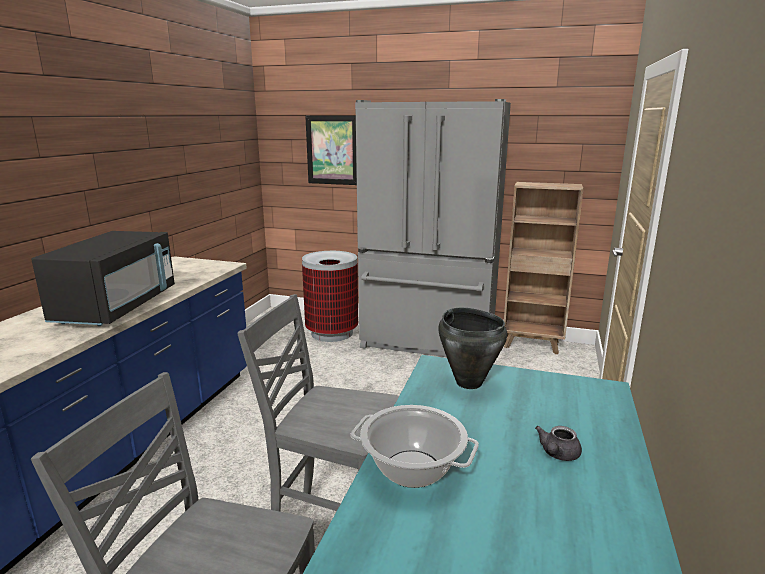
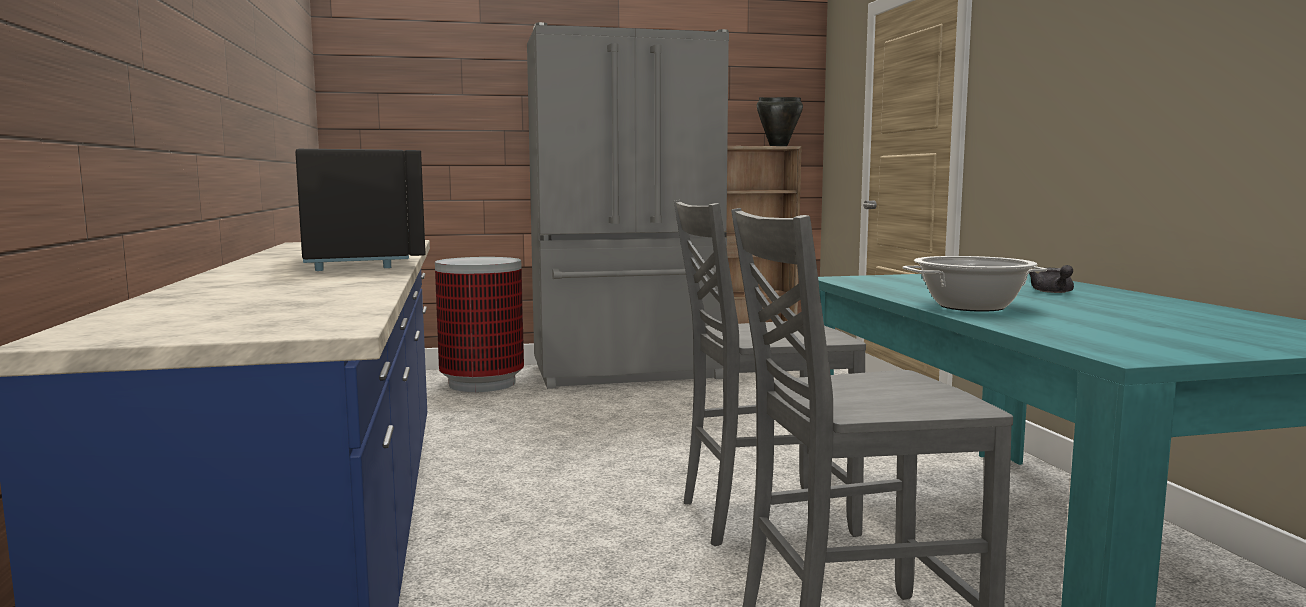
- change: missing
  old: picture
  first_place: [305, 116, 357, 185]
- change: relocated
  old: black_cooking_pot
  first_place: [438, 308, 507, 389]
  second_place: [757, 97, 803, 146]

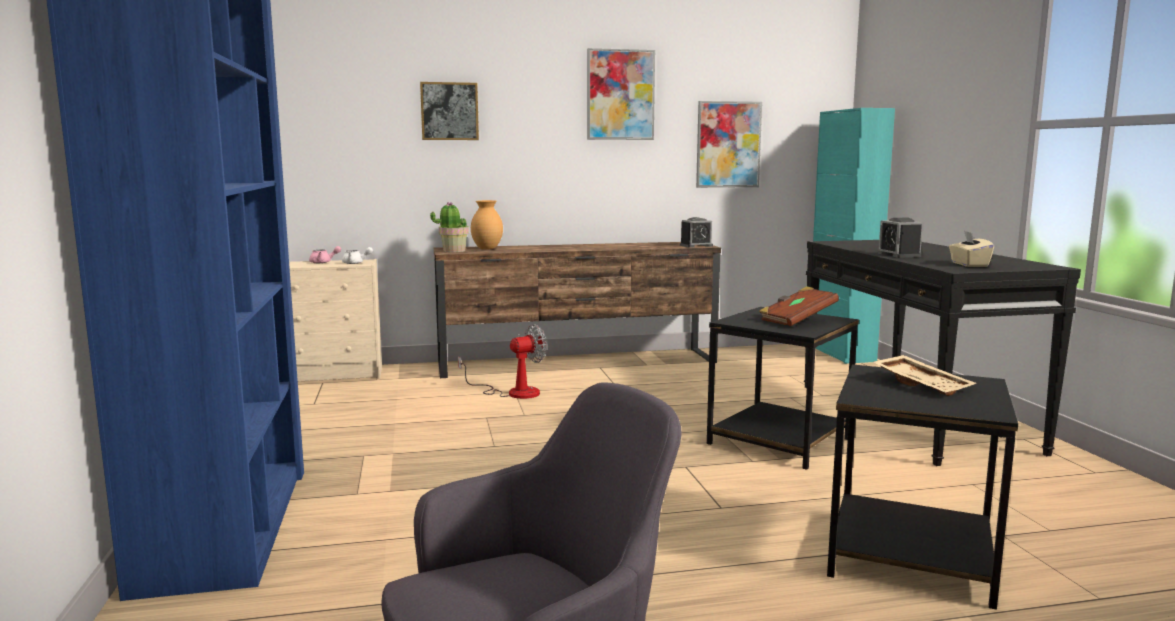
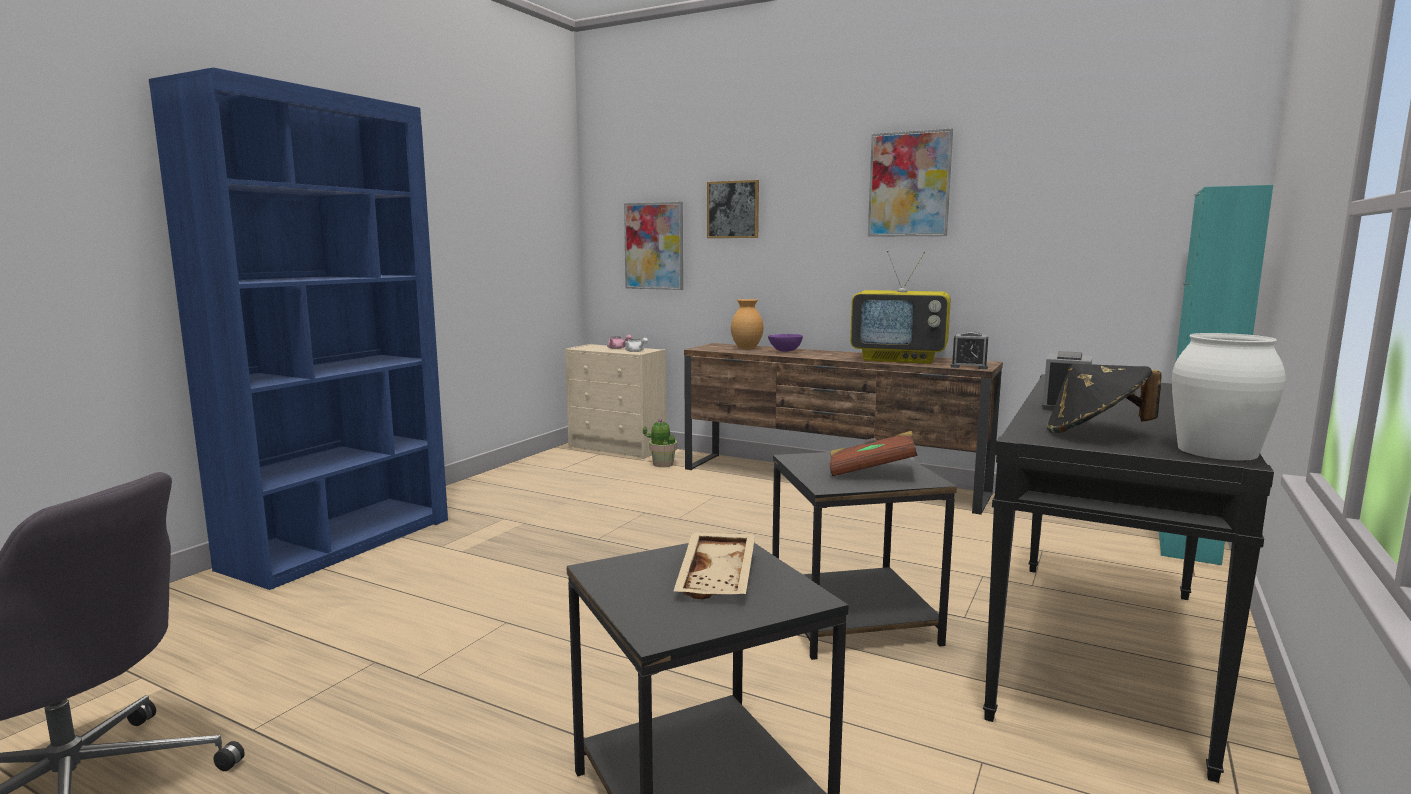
- change: relocated
  old: potted_plant
  first_place: [430, 202, 469, 252]
  second_place: [643, 418, 677, 467]
- change: missing
  old: fan
  first_place: [458, 324, 547, 399]
- change: relocated
  old: picture
  first_place: [696, 101, 762, 188]
  second_place: [624, 202, 683, 290]
- change: exchanged
  old: beige_tissue_box
  new: black_hat
  first_place: [949, 231, 994, 267]
  second_place: [1047, 364, 1162, 434]
- change: appeared
  new: purple_bowl
  second_place: [768, 334, 803, 352]
- change: appeared
  new: television
  second_place: [850, 250, 951, 364]
- change: appeared
  new: white_vase
  second_place: [1172, 333, 1286, 460]

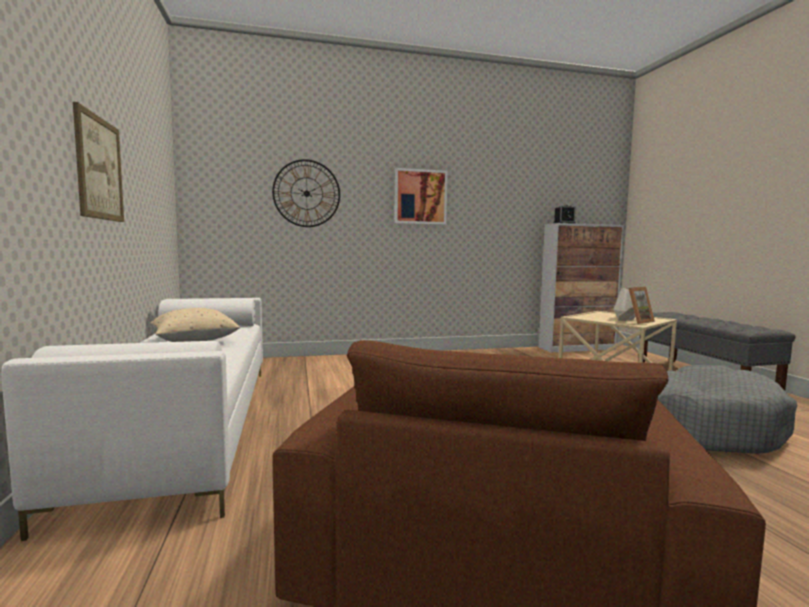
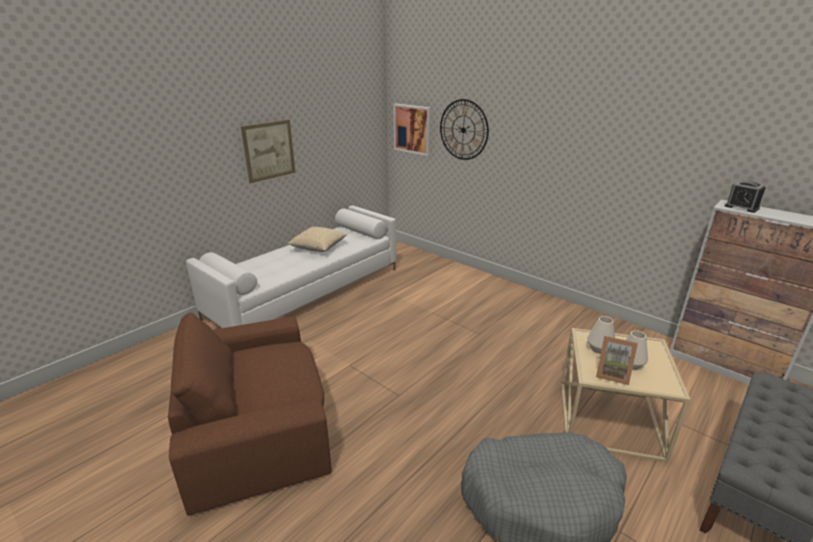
- change: relocated
  old: picture
  first_place: [394, 168, 448, 225]
  second_place: [393, 104, 431, 156]
- change: appeared
  new: white_vase
  second_place: [587, 316, 615, 354]

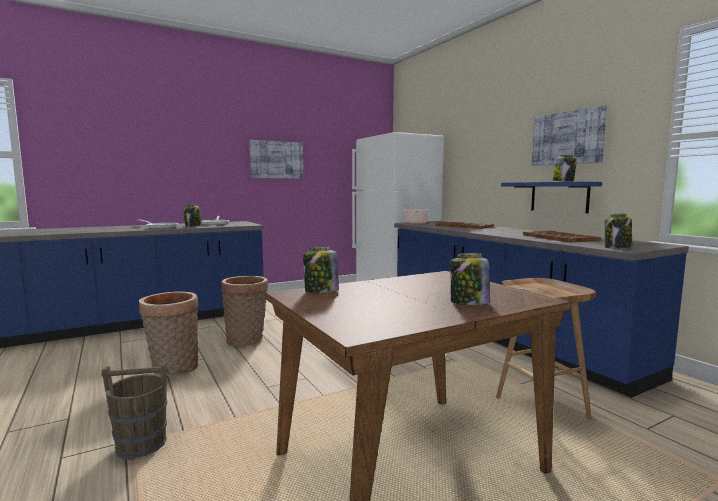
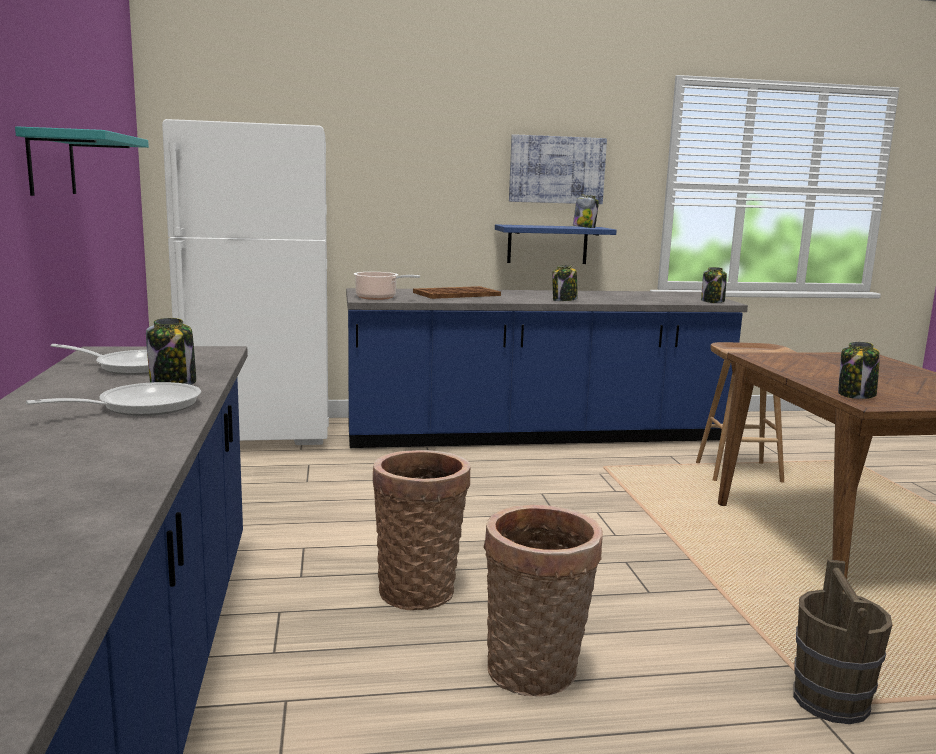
- change: exchanged
  old: picture
  new: turquoise_shelf
  first_place: [249, 140, 303, 179]
  second_place: [15, 126, 149, 196]
- change: relocated
  old: jar
  first_place: [450, 253, 490, 305]
  second_place: [552, 265, 578, 301]
- change: missing
  old: brown_tray
  first_place: [523, 231, 601, 243]

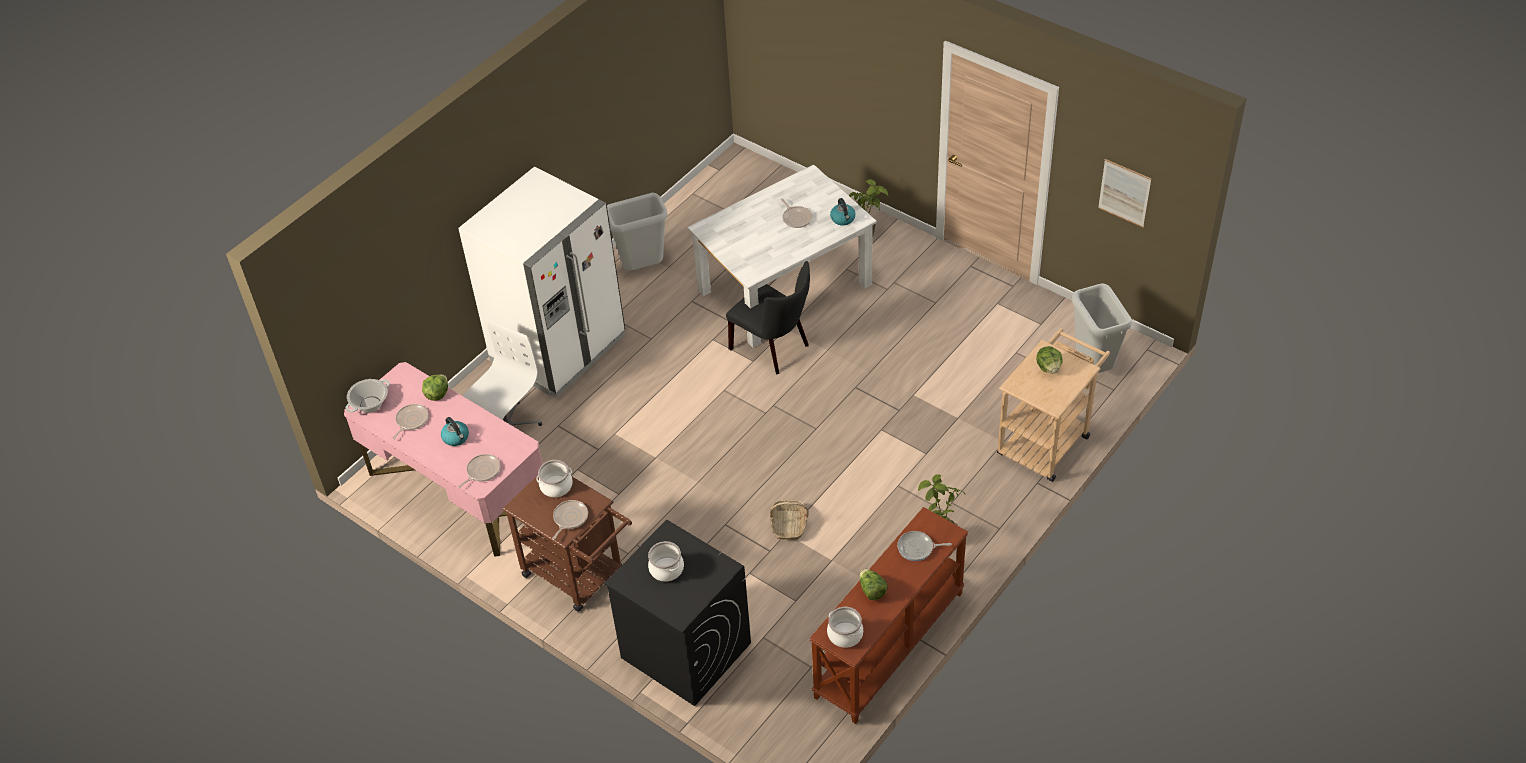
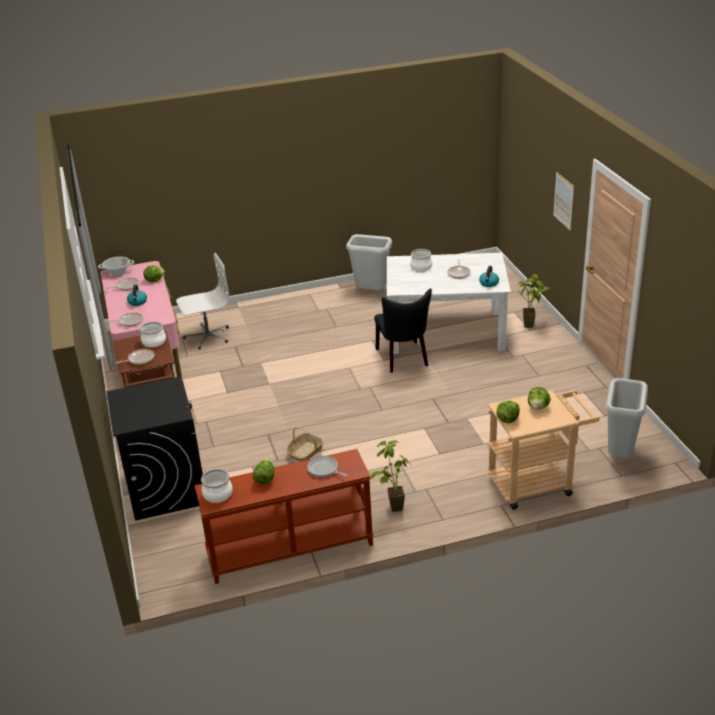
- change: missing
  old: white_fridge
  first_place: [458, 167, 625, 398]
- change: relocated
  old: cooking_pot
  first_place: [648, 541, 684, 582]
  second_place: [410, 249, 432, 272]
- change: relocated
  old: picture
  first_place: [1098, 159, 1152, 227]
  second_place: [553, 172, 574, 231]
- change: appeared
  new: lettuce
  second_place: [496, 401, 520, 423]

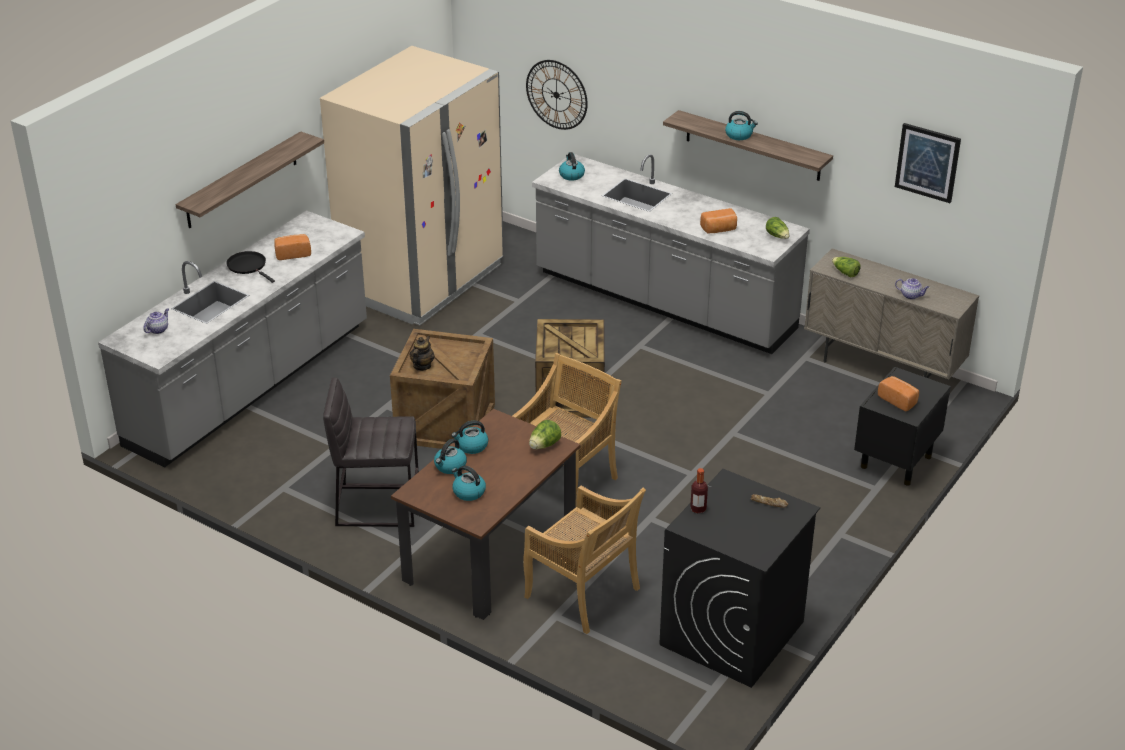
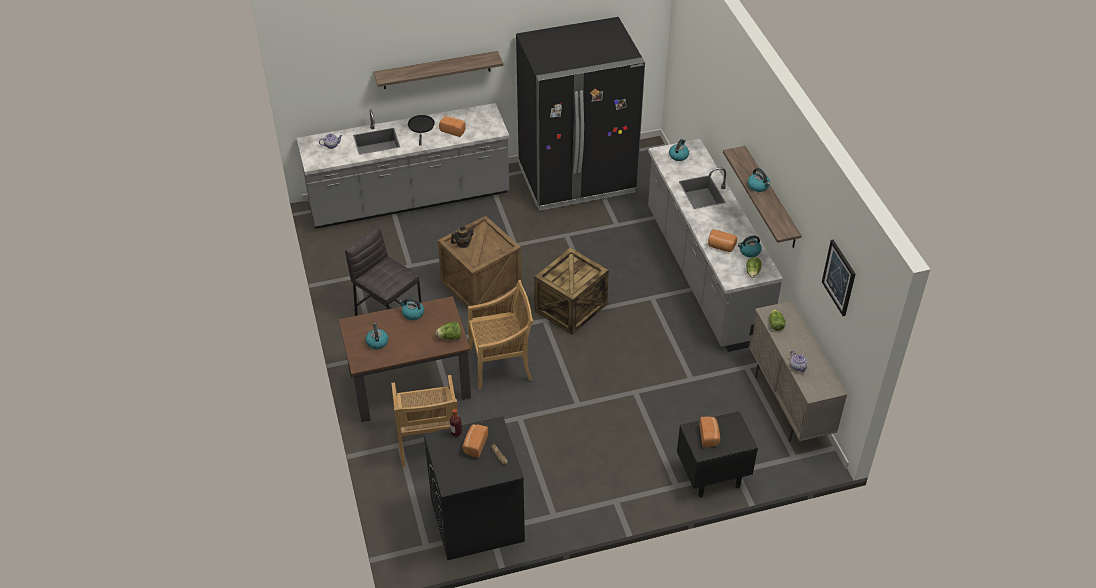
- change: colour
  old: beige_fridge
  new: black_fridge
  first_place: [320, 46, 504, 325]
  second_place: [516, 17, 645, 211]
- change: relocated
  old: kettle
  first_place: [434, 439, 467, 474]
  second_place: [738, 235, 761, 257]
- change: missing
  old: wall_clock
  first_place: [526, 60, 588, 130]
- change: appeared
  new: bread
  second_place: [462, 424, 488, 458]

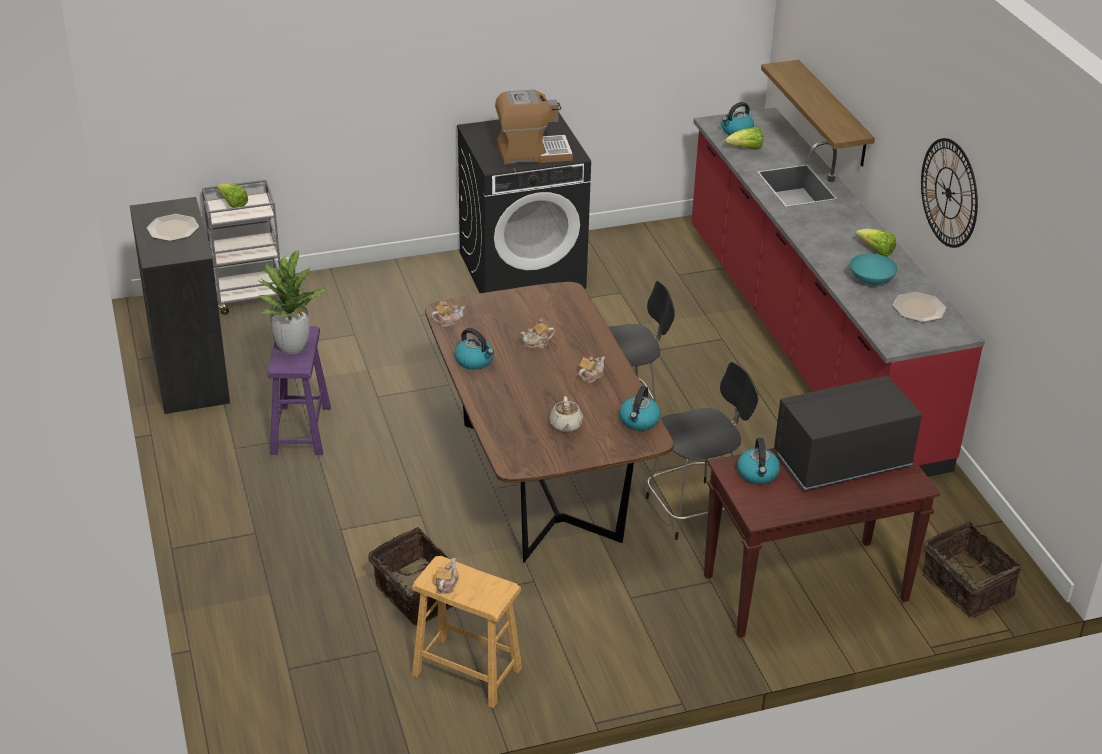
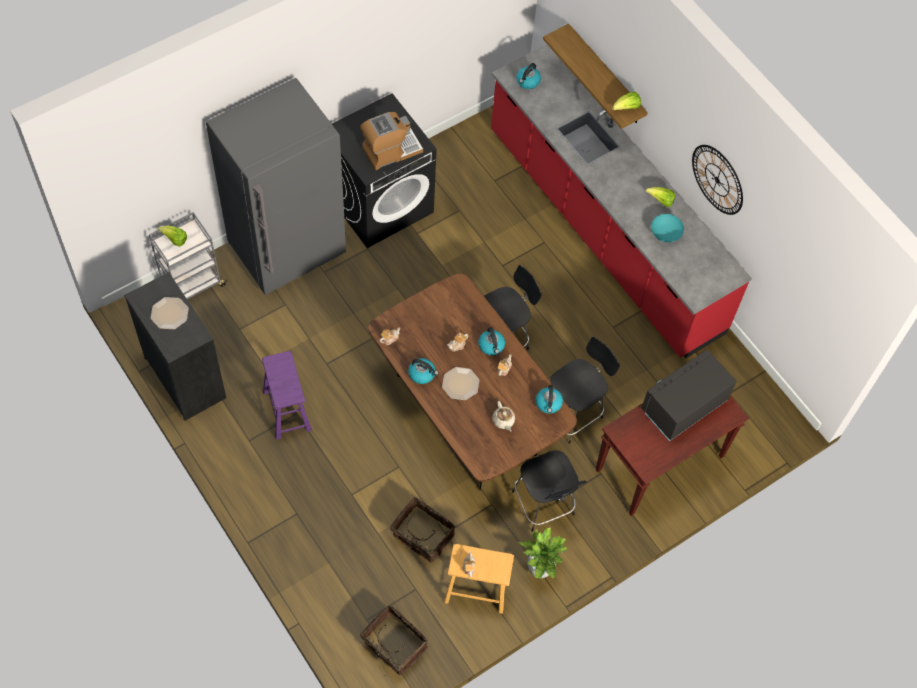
- change: relocated
  old: potted_plant
  first_place: [259, 250, 325, 354]
  second_place: [517, 528, 567, 579]
- change: relocated
  old: lettuce
  first_place: [725, 127, 763, 150]
  second_place: [612, 92, 641, 110]
- change: relocated
  old: kettle
  first_place: [737, 438, 780, 484]
  second_place: [478, 327, 505, 355]
- change: relocated
  old: plate
  first_place: [893, 292, 947, 322]
  second_place: [442, 367, 479, 400]
- change: relocated
  old: basket
  first_place: [923, 521, 1021, 618]
  second_place: [360, 605, 428, 675]
- change: appeared
  new: grey_fridge
  second_place: [206, 78, 346, 295]
- change: appeared
  new: black_chair
  second_place: [512, 450, 587, 532]

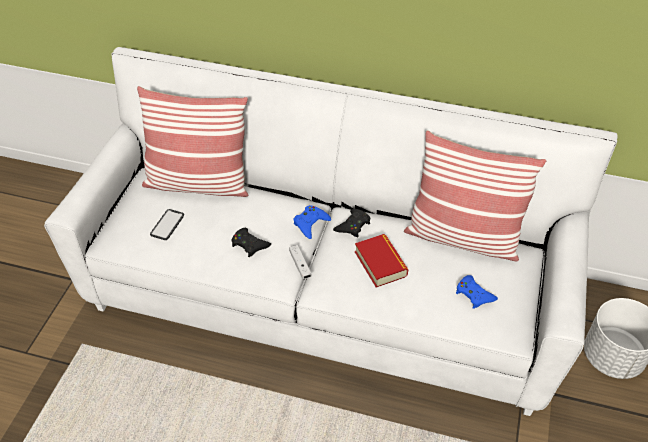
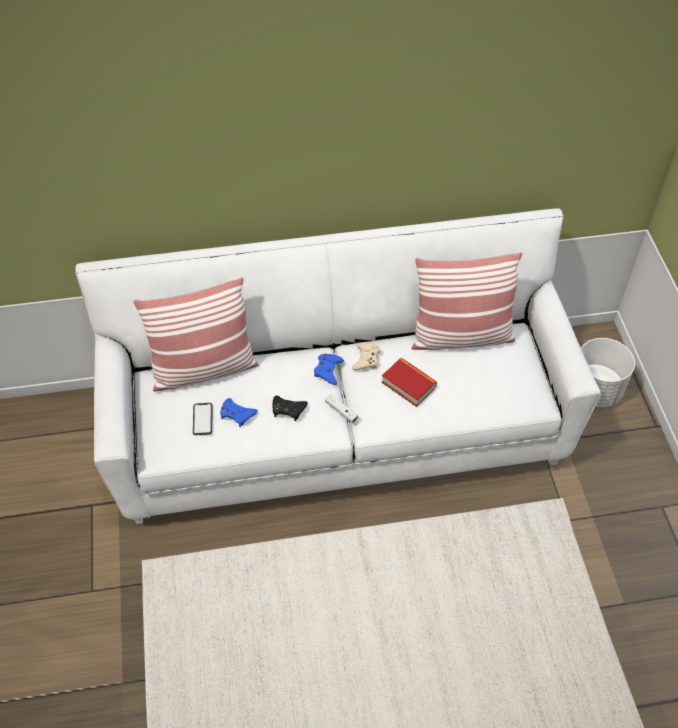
- change: colour
  old: black_game_controller
  new: beige_game_controller
  first_place: [333, 209, 370, 237]
  second_place: [352, 343, 380, 370]
- change: relocated
  old: blue_game_controller
  first_place: [456, 275, 498, 309]
  second_place: [220, 398, 258, 427]

